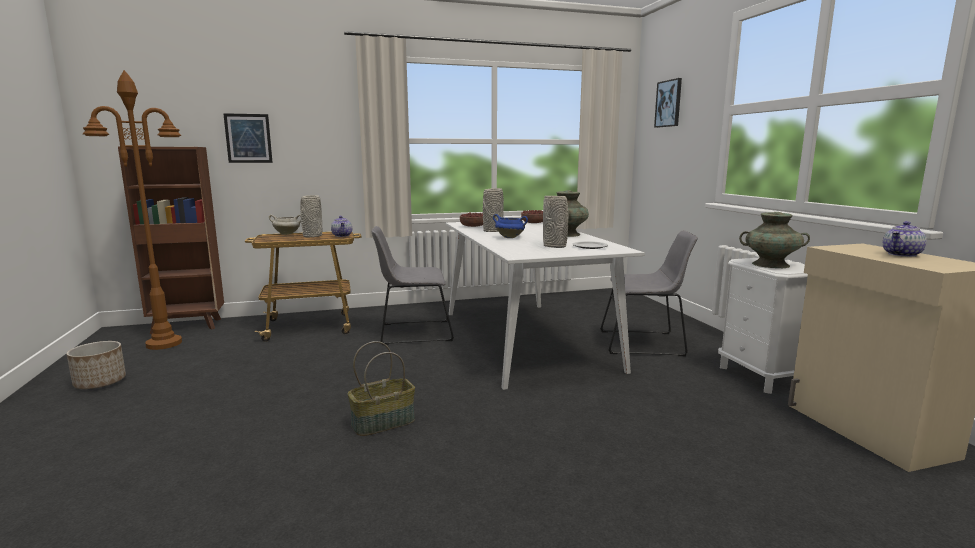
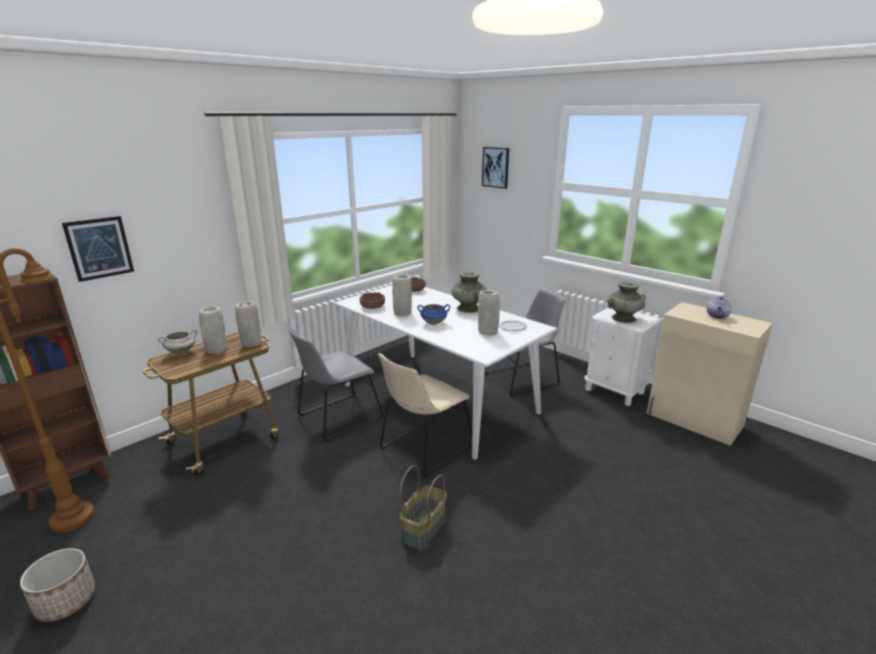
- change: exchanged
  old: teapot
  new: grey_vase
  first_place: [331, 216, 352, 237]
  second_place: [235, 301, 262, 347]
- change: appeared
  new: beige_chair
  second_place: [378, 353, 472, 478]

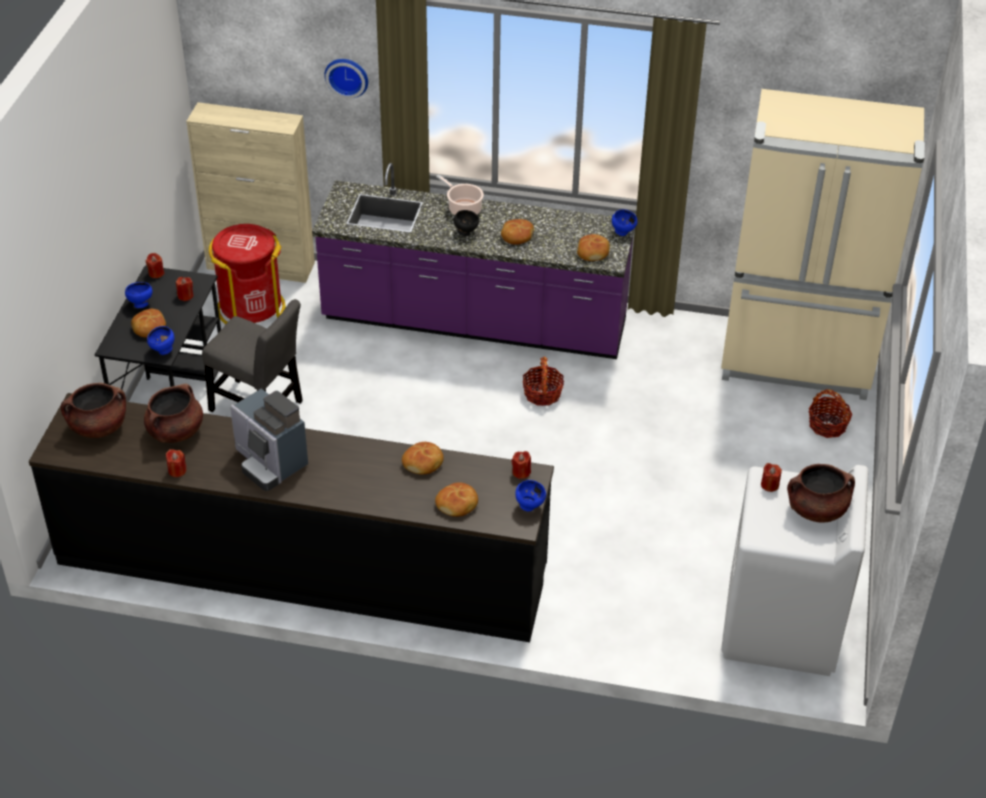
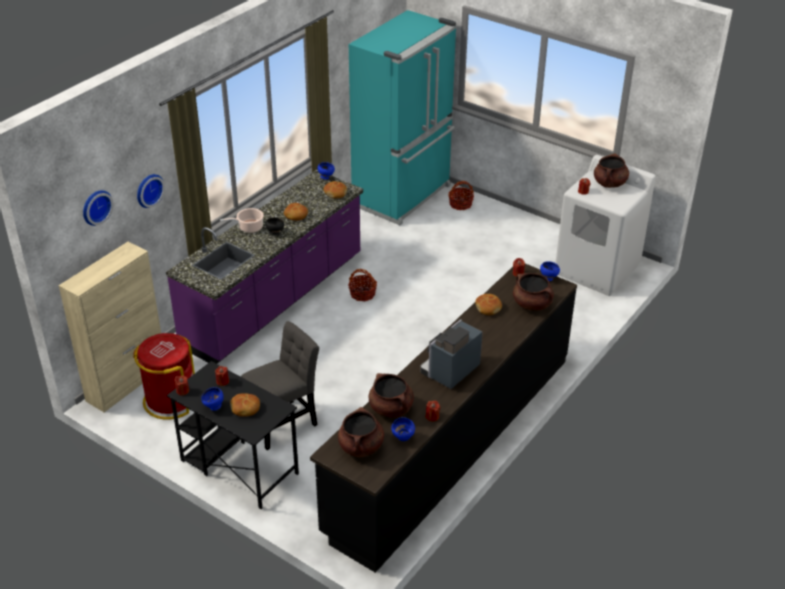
- change: relocated
  old: blue_bowl
  first_place: [147, 326, 175, 355]
  second_place: [391, 417, 415, 441]
- change: spun
  old: coffee_machine
  first_place: [230, 389, 308, 491]
  second_place: [420, 319, 482, 389]
  degrees: 150
- change: exchanged
  old: bread
  new: brown_cooking_pot
  first_place: [435, 482, 478, 517]
  second_place: [513, 273, 554, 311]
- change: colour
  old: beige_fridge
  new: turquoise_fridge
  first_place: [721, 89, 925, 400]
  second_place: [349, 10, 457, 225]
- change: appeared
  new: wall_clock
  second_place: [83, 190, 113, 226]

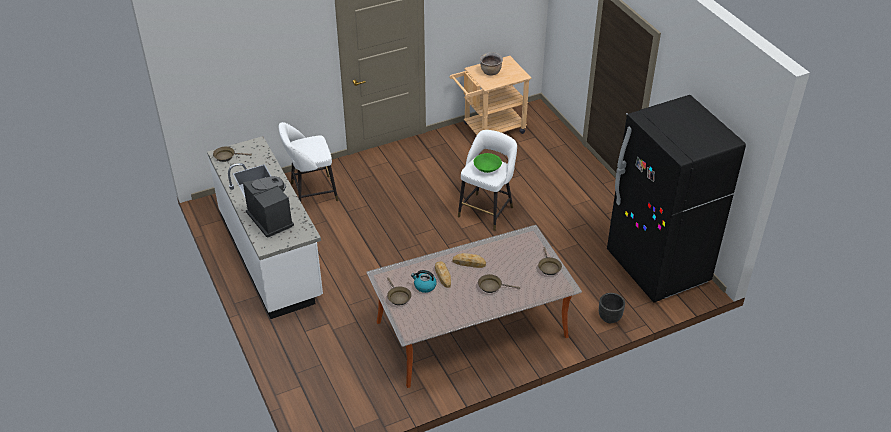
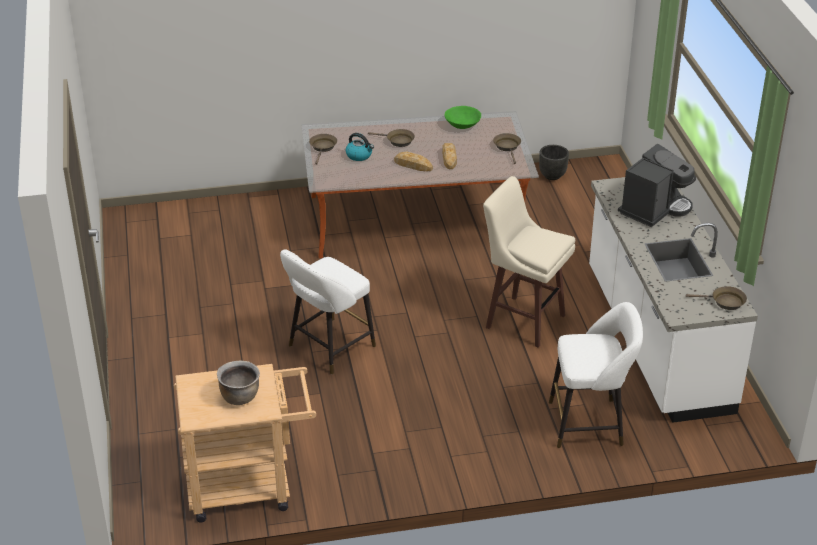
- change: spun
  old: coffee_machine
  first_place: [243, 176, 294, 238]
  second_place: [618, 144, 696, 227]
  degrees: -120
- change: relocated
  old: kettle
  first_place: [411, 270, 437, 293]
  second_place: [346, 133, 374, 161]
- change: relocated
  old: green_bowl
  first_place: [474, 153, 502, 173]
  second_place: [444, 106, 481, 129]
- change: relocated
  old: black_planter
  first_place: [599, 293, 625, 323]
  second_place: [539, 145, 569, 180]
- change: missing
  old: black_fridge
  first_place: [607, 95, 746, 302]
- change: appeared
  new: beige_stool
  second_place: [483, 176, 575, 348]

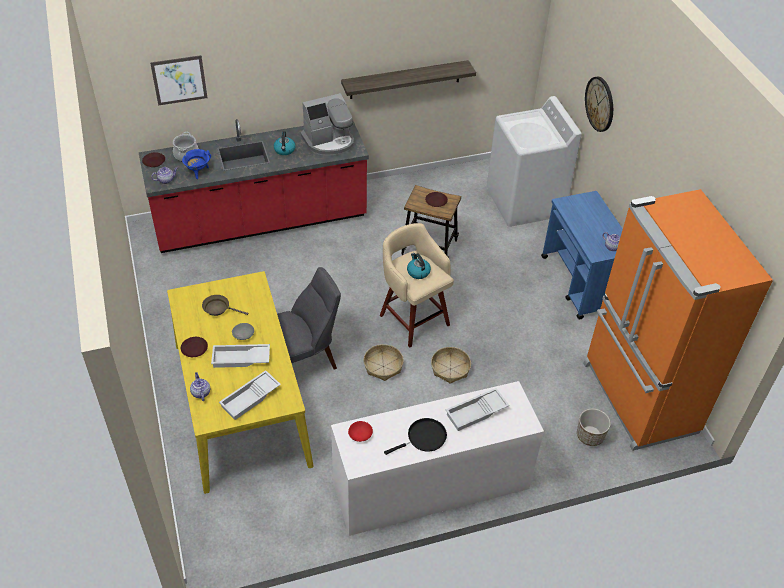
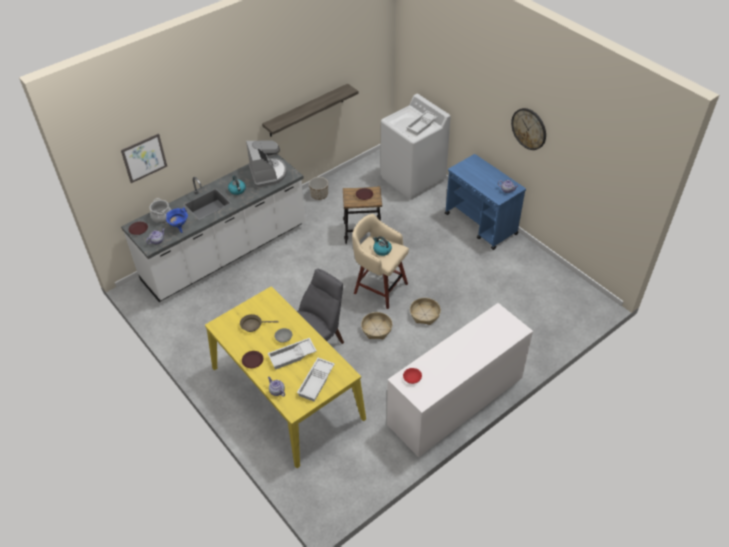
- change: colour
  old: red_counter
  new: white_counter
  first_place: [139, 119, 369, 253]
  second_place: [121, 154, 305, 302]
- change: spun
  old: coffee_machine
  first_place: [301, 93, 354, 156]
  second_place: [246, 140, 287, 188]
  degrees: -60
- change: missing
  old: black_frying_pan
  first_place: [384, 418, 447, 455]
- change: relocated
  old: white_tray
  first_place: [446, 388, 509, 431]
  second_place: [406, 110, 438, 136]
- change: relocated
  old: planter
  first_place: [577, 408, 611, 446]
  second_place: [309, 177, 328, 200]
- change: missing
  old: orange_fridge
  first_place: [583, 189, 773, 451]
- change: relocated
  old: wall_clock
  first_place: [585, 77, 613, 132]
  second_place: [511, 108, 546, 150]

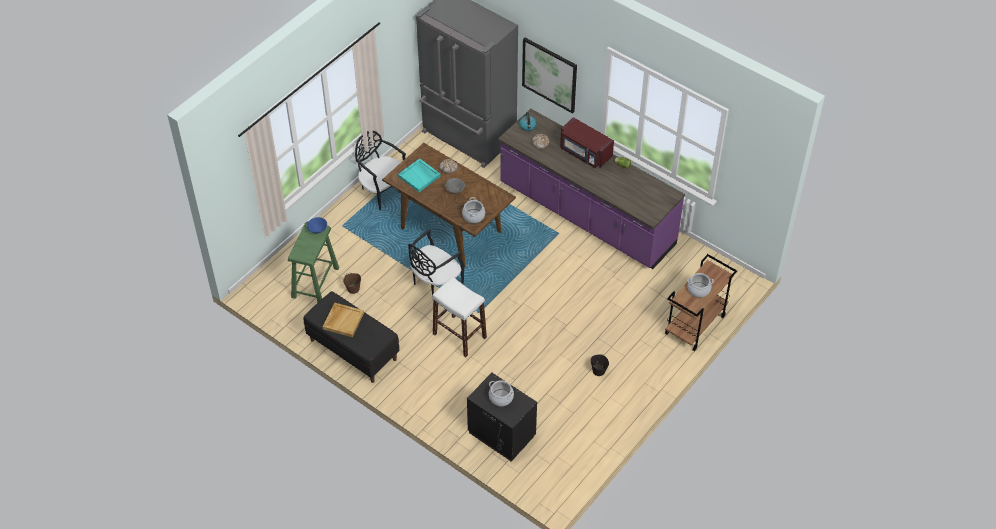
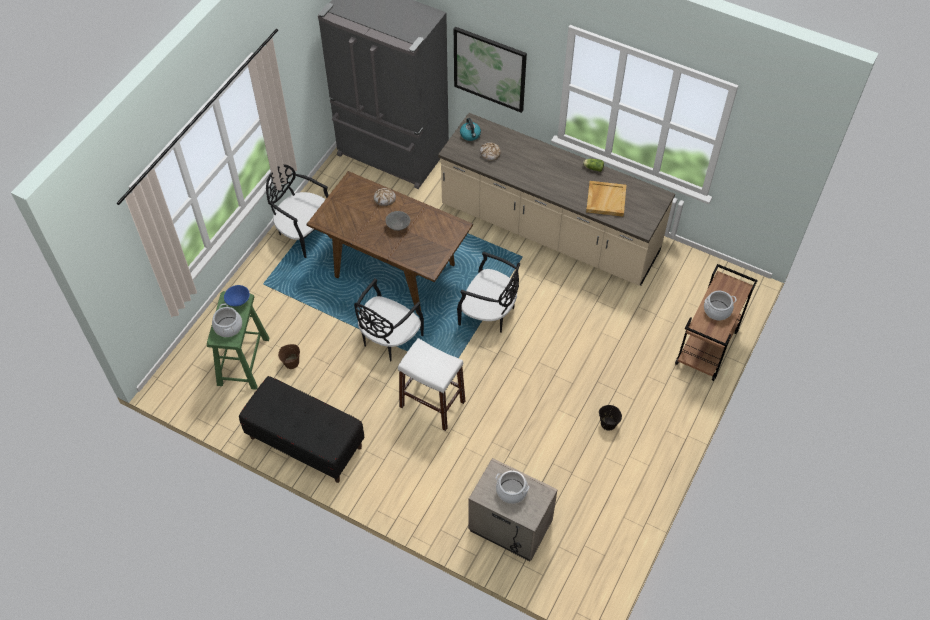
- change: relocated
  old: beige_tray
  first_place: [322, 303, 364, 337]
  second_place: [586, 181, 626, 216]
- change: missing
  old: turquoise_tray
  first_place: [398, 158, 441, 192]
- change: relocated
  old: cooking_pot
  first_place: [462, 197, 485, 223]
  second_place: [212, 303, 242, 337]
- change: colour
  old: black_nightstand
  new: beige_nightstand
  first_place: [467, 373, 537, 462]
  second_place: [468, 458, 558, 561]
- change: colour
  old: purple_counter
  new: beige_counter
  first_place: [498, 109, 685, 269]
  second_place: [438, 113, 675, 285]
- change: missing
  old: red_microwave
  first_place: [560, 117, 614, 168]
- change: appeared
  new: black_chair
  second_place: [457, 252, 520, 333]

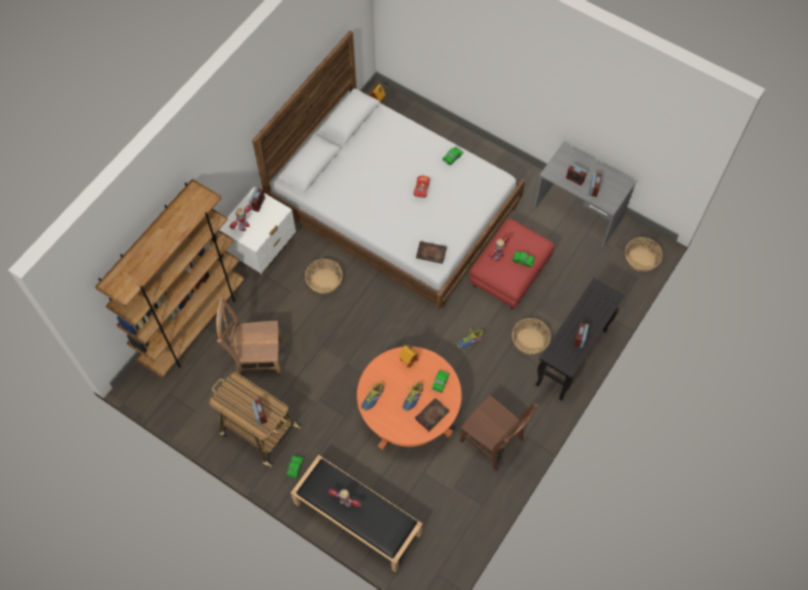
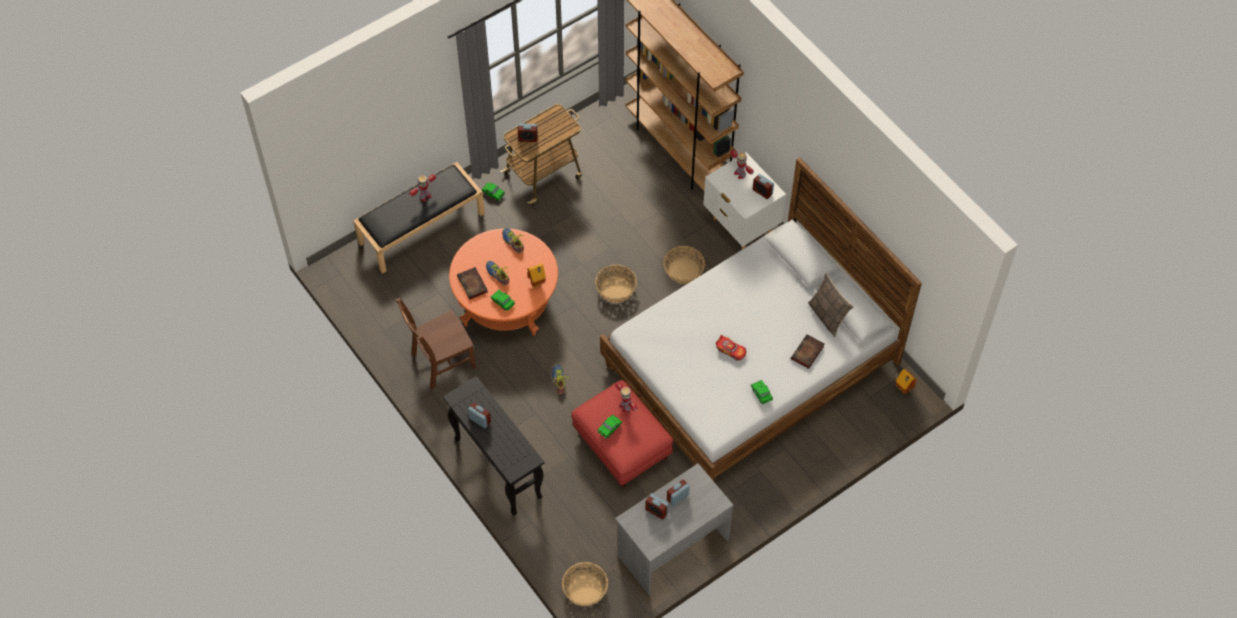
- change: missing
  old: brown_chair
  first_place: [216, 297, 282, 377]
- change: relocated
  old: book
  first_place: [416, 241, 447, 264]
  second_place: [791, 334, 824, 369]
- change: relocated
  old: basket
  first_place: [512, 318, 551, 354]
  second_place: [595, 265, 637, 303]
- change: appeared
  new: pillow
  second_place: [808, 273, 854, 337]

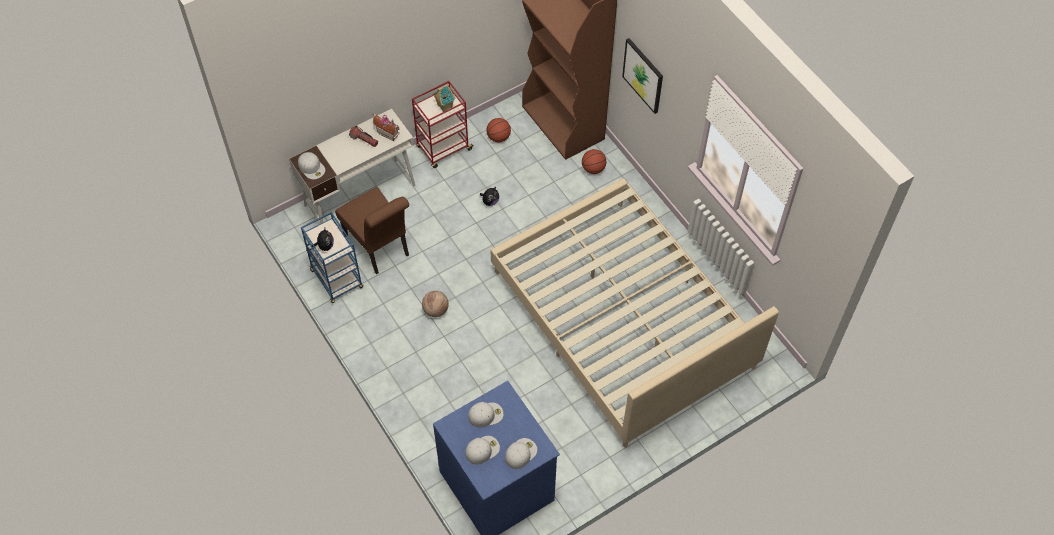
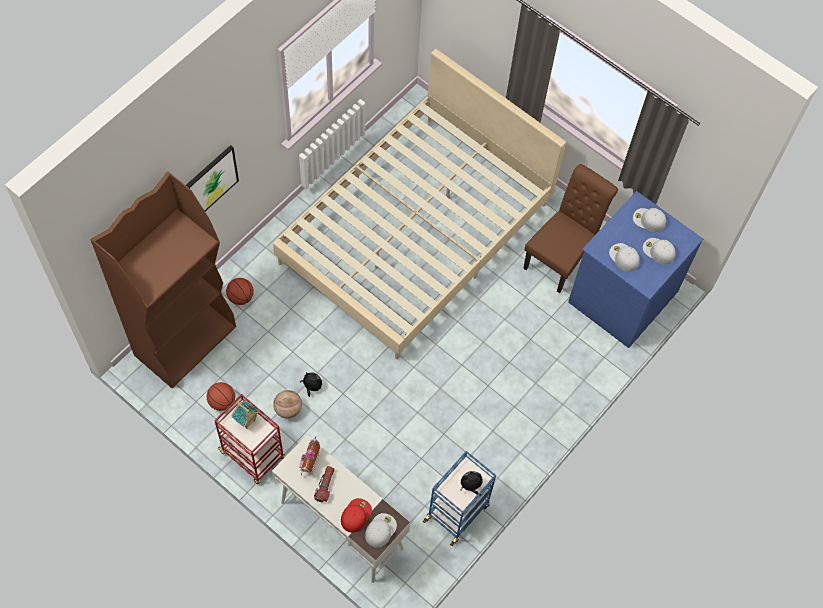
- change: relocated
  old: brown_chair
  first_place: [335, 187, 409, 274]
  second_place: [523, 164, 618, 293]
- change: relocated
  old: basketball
  first_place: [422, 291, 449, 317]
  second_place: [273, 390, 302, 419]
- change: appeared
  new: red_cap
  second_place: [341, 498, 372, 533]

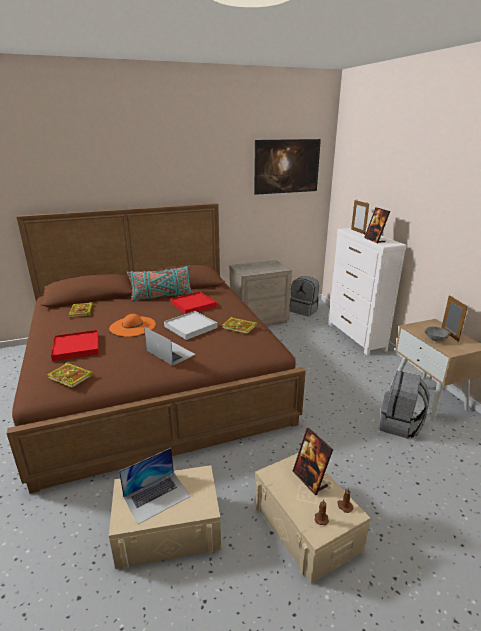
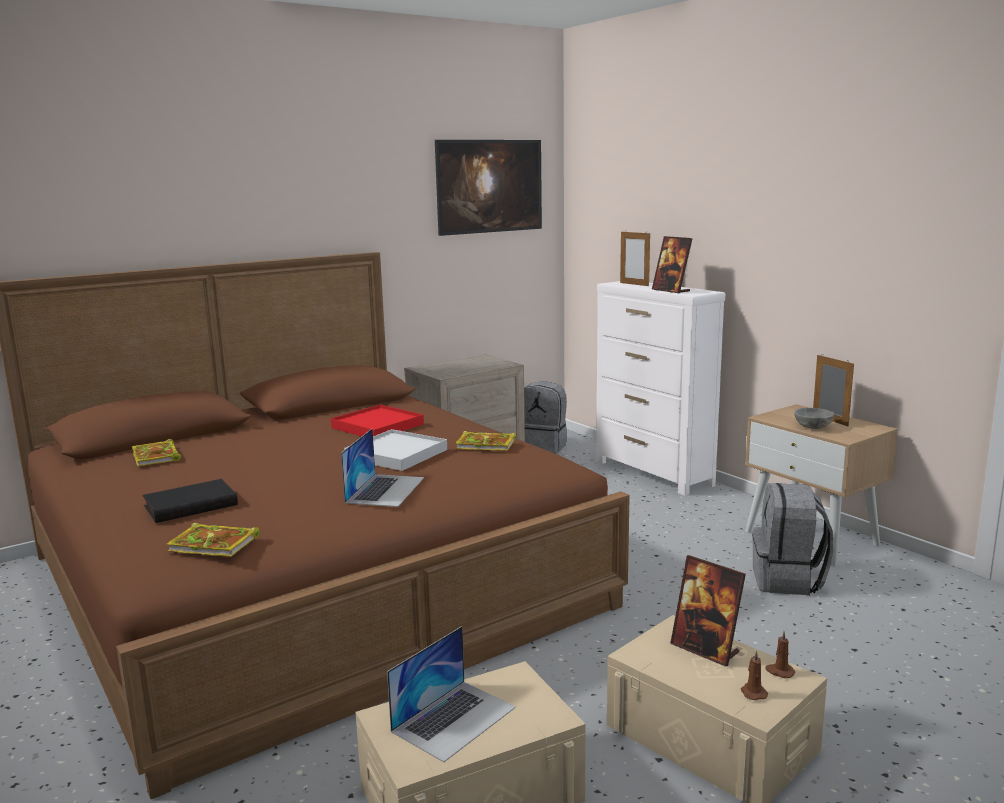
- change: exchanged
  old: red_tray
  new: black_book
  first_place: [51, 330, 99, 361]
  second_place: [143, 479, 238, 523]
- change: missing
  old: orange_hat
  first_place: [109, 314, 156, 337]
- change: missing
  old: turquoise_pillow
  first_place: [127, 265, 193, 301]
- change: spun
  old: laptop
  first_place: [144, 327, 196, 366]
  second_place: [341, 429, 424, 507]
  degrees: 75

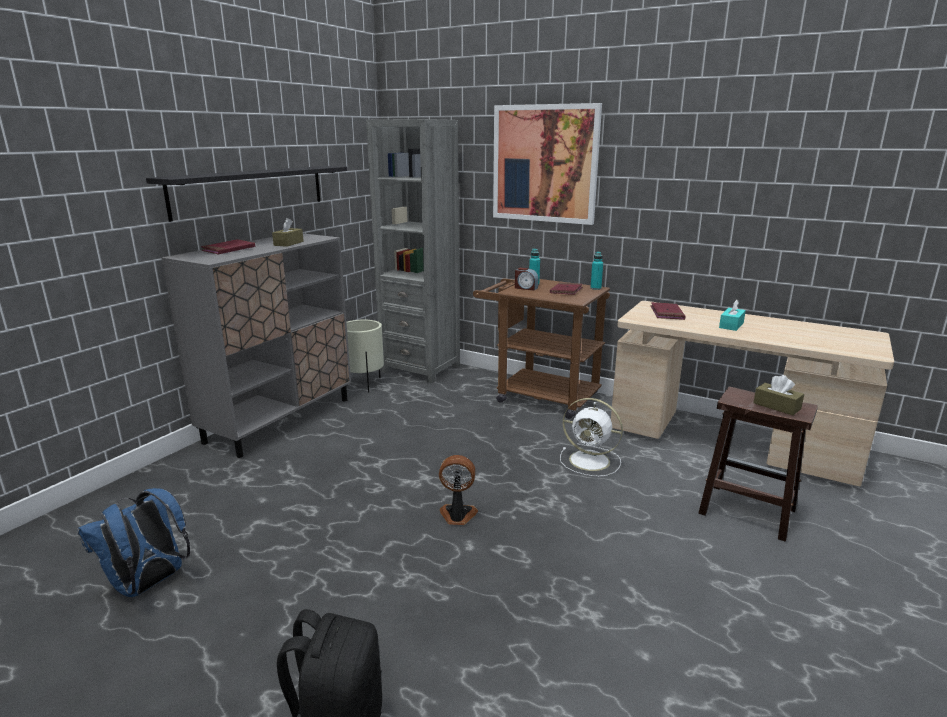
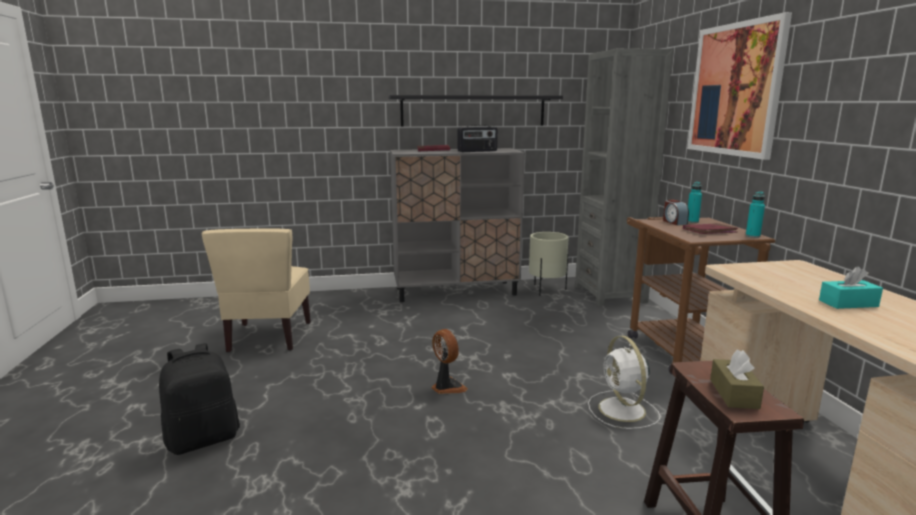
- change: exchanged
  old: blue_backpack
  new: beige_chair
  first_place: [77, 488, 190, 597]
  second_place: [201, 228, 311, 353]
- change: exchanged
  old: brown_tissue_box
  new: radio
  first_place: [272, 218, 304, 247]
  second_place: [458, 125, 498, 152]
- change: missing
  old: red_book
  first_place: [651, 302, 685, 320]

